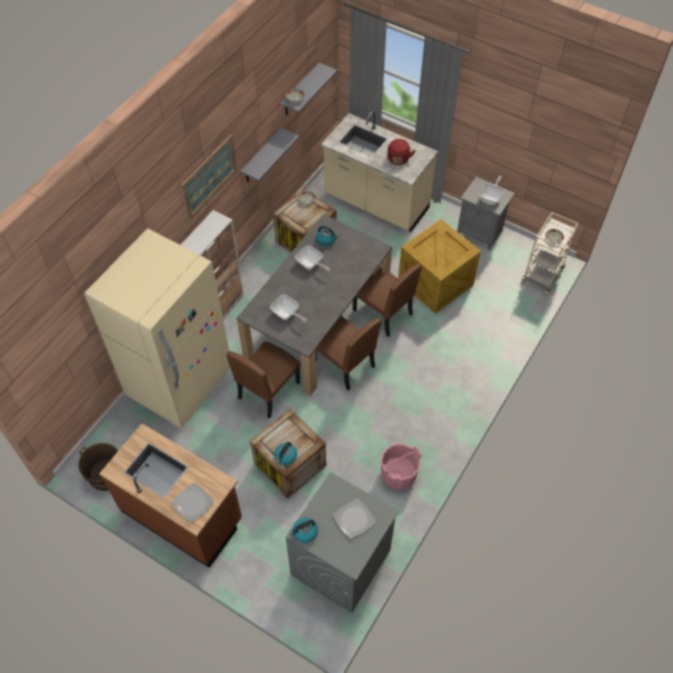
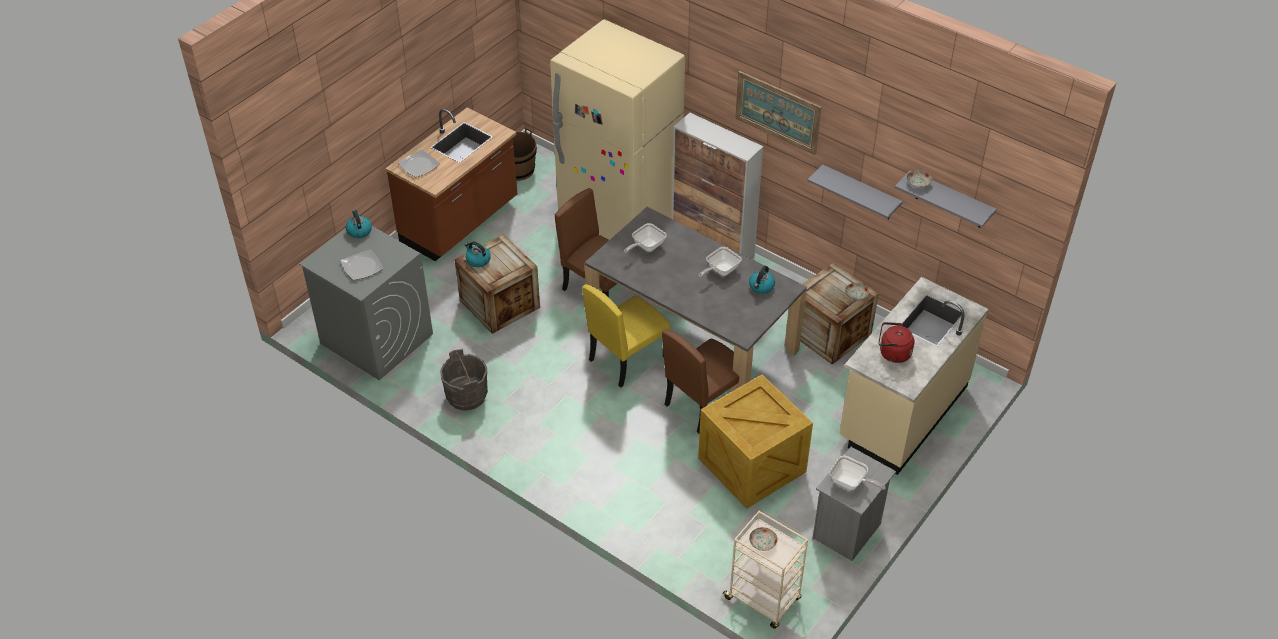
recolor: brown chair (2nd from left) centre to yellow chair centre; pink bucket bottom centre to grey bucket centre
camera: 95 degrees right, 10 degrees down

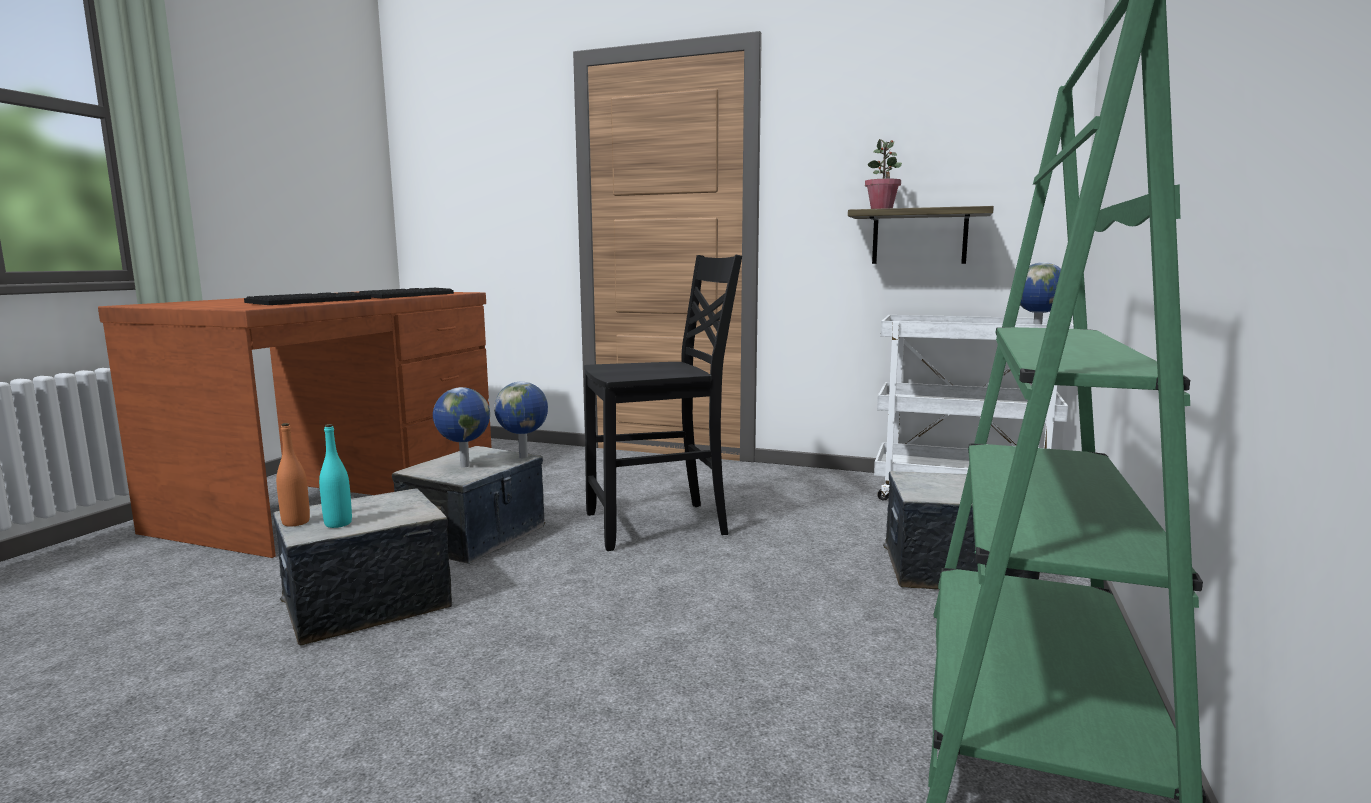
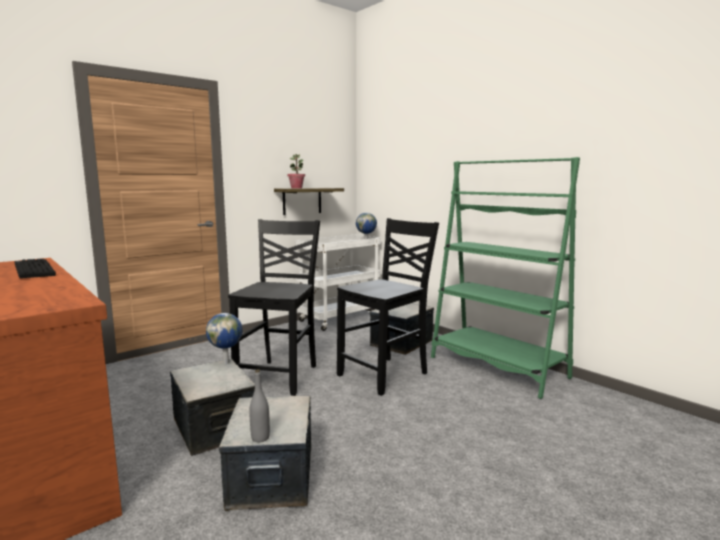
delete: keyboard (1st from left) middle left; turquoise bottle middle left; globe (1st from left) centre
insert: black chair (2nd from left) centre
recolor: orange bottle middle left to grey bottle bottom centre
camera: 60 degrees left, 0 degrees up

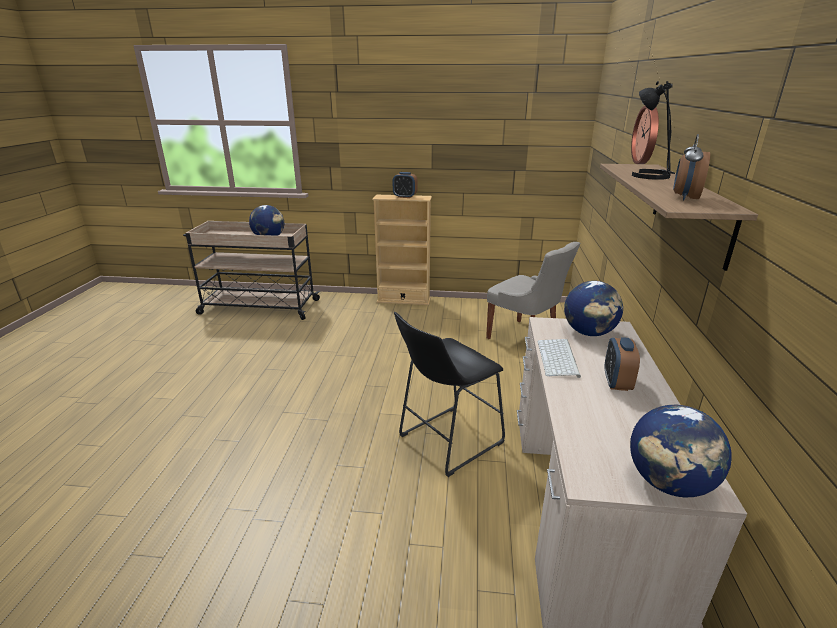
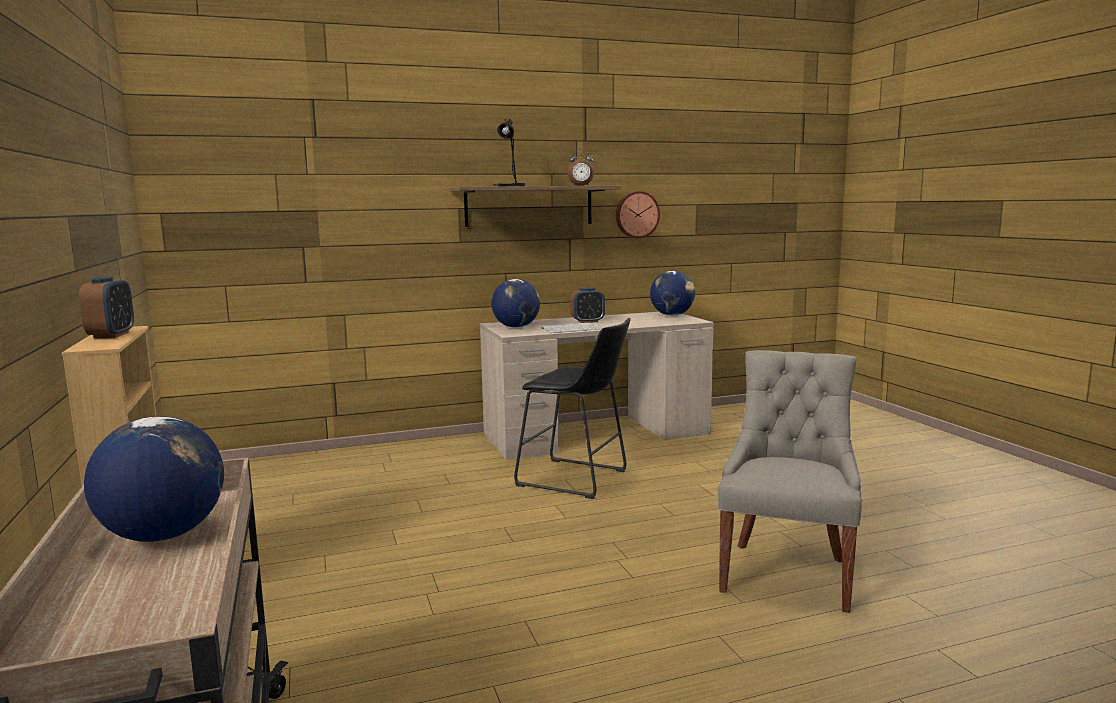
move: grey chair centre to bottom right; wall clock top right to top centre
camera: 115 degrees left, 15 degrees down

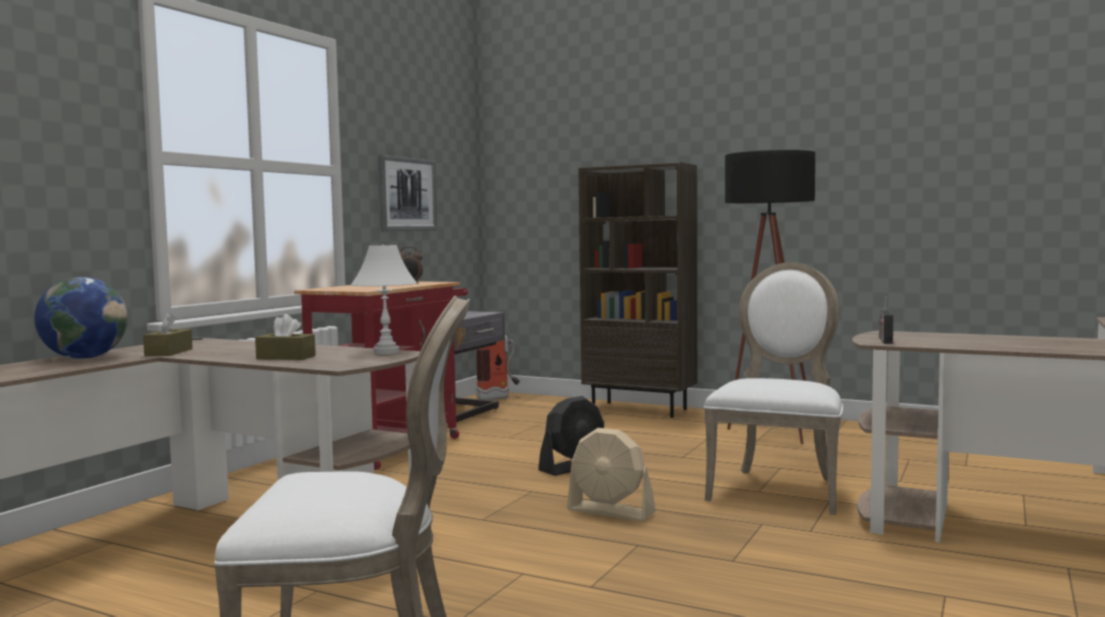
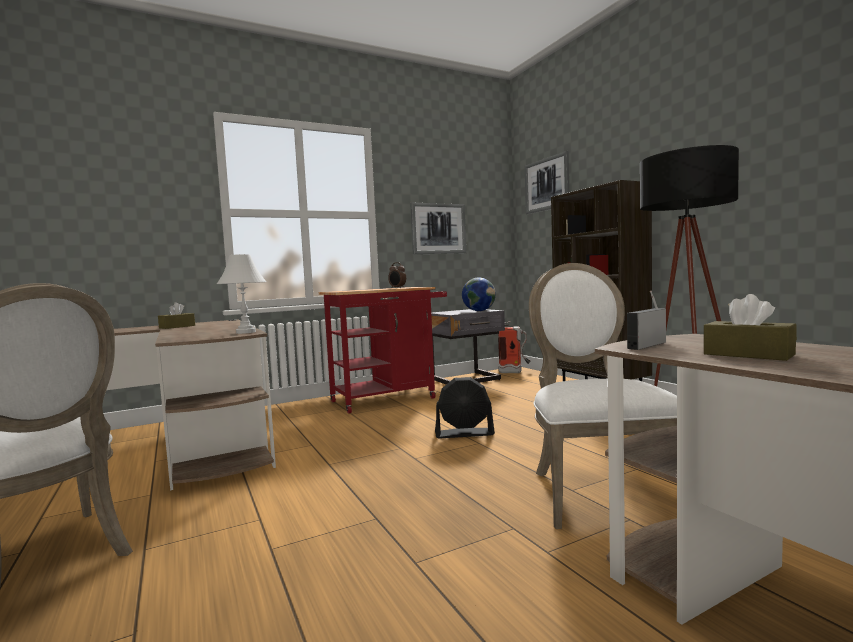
delete: beige fan bottom centre
insert: picture (2nd from left) top centre
move: globe middle left to centre; brown tissue box (2nd from left) middle left to middle right
rotate: white chair (2nd from left) middle right = middle right 60 degrees counterclockwise
camera: 35 degrees right, 0 degrees up

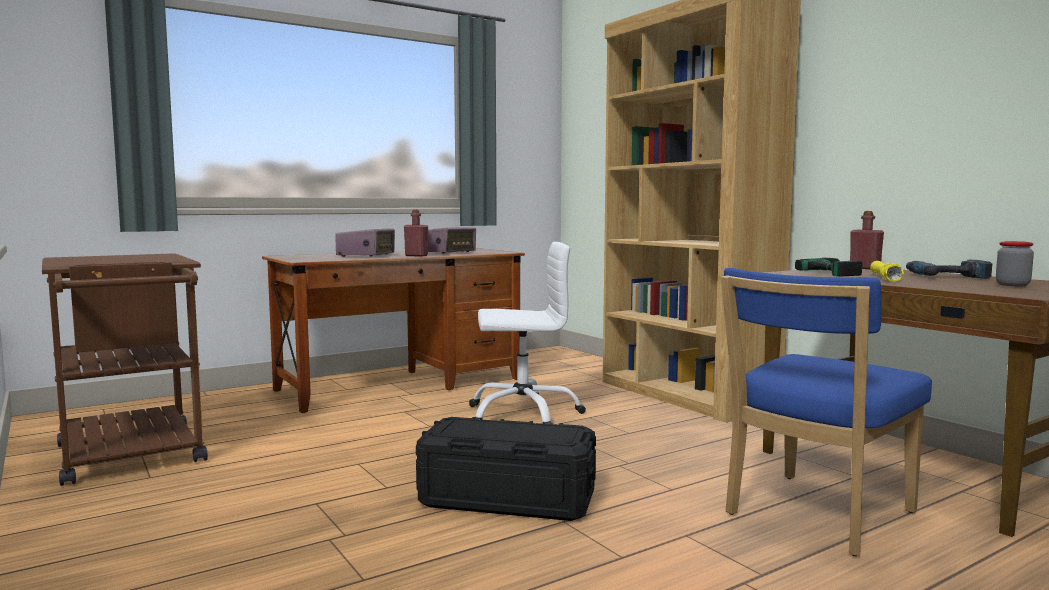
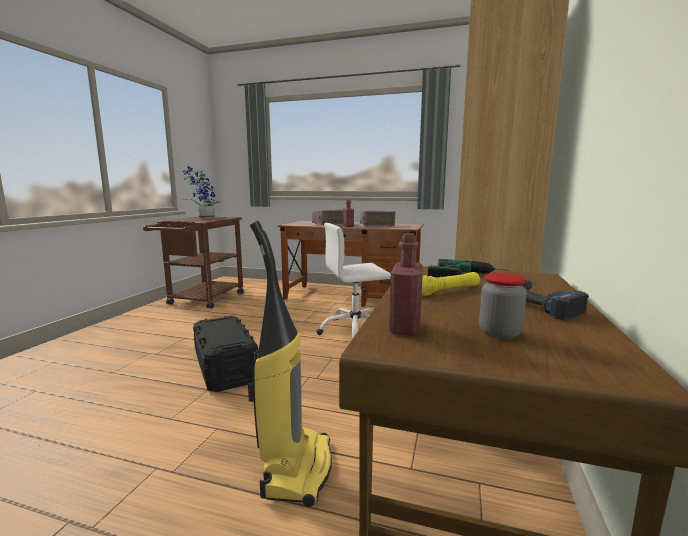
insert: potted plant middle left
move: red bottle (2nd from left) middle right to centre
replace: blue chair bottom right to vacuum cleaner bottom centre
rotate: white office chair centre = centre 120 degrees clockwise
camera: 50 degrees right, 5 degrees up

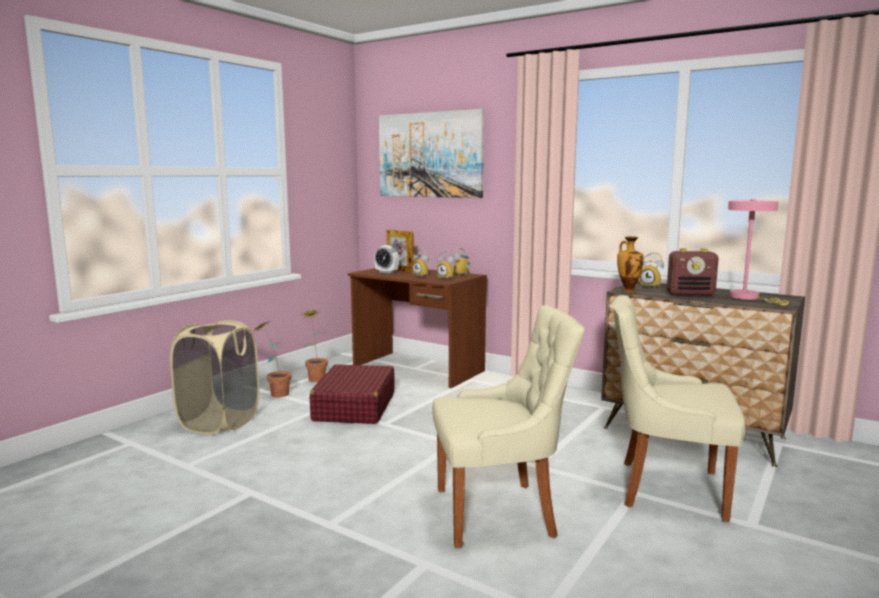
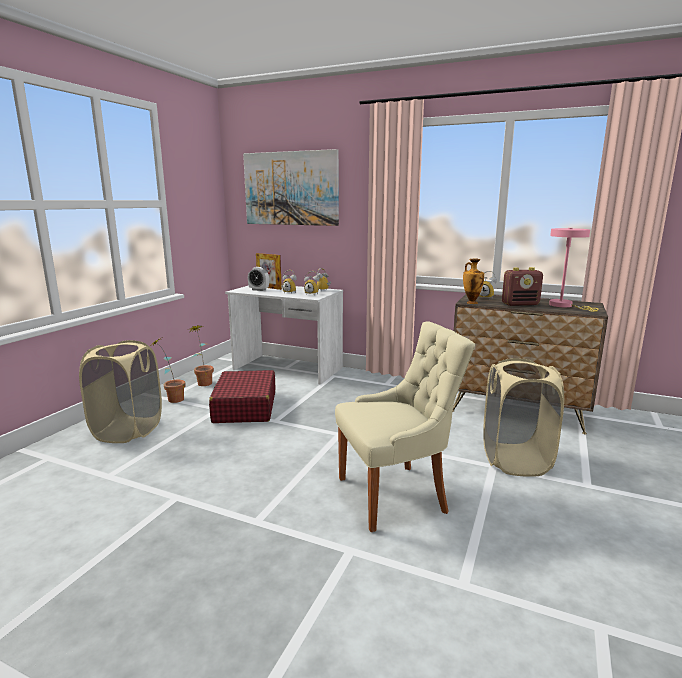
replace: beige chair (2nd from left) bottom right to beige laundry basket (2nd from left) middle right
recolor: brown desk centre to white desk centre
camera: 10 degrees left, 5 degrees up

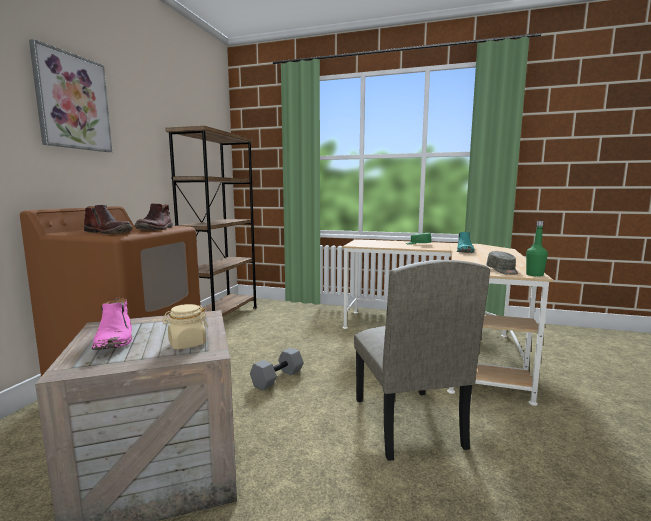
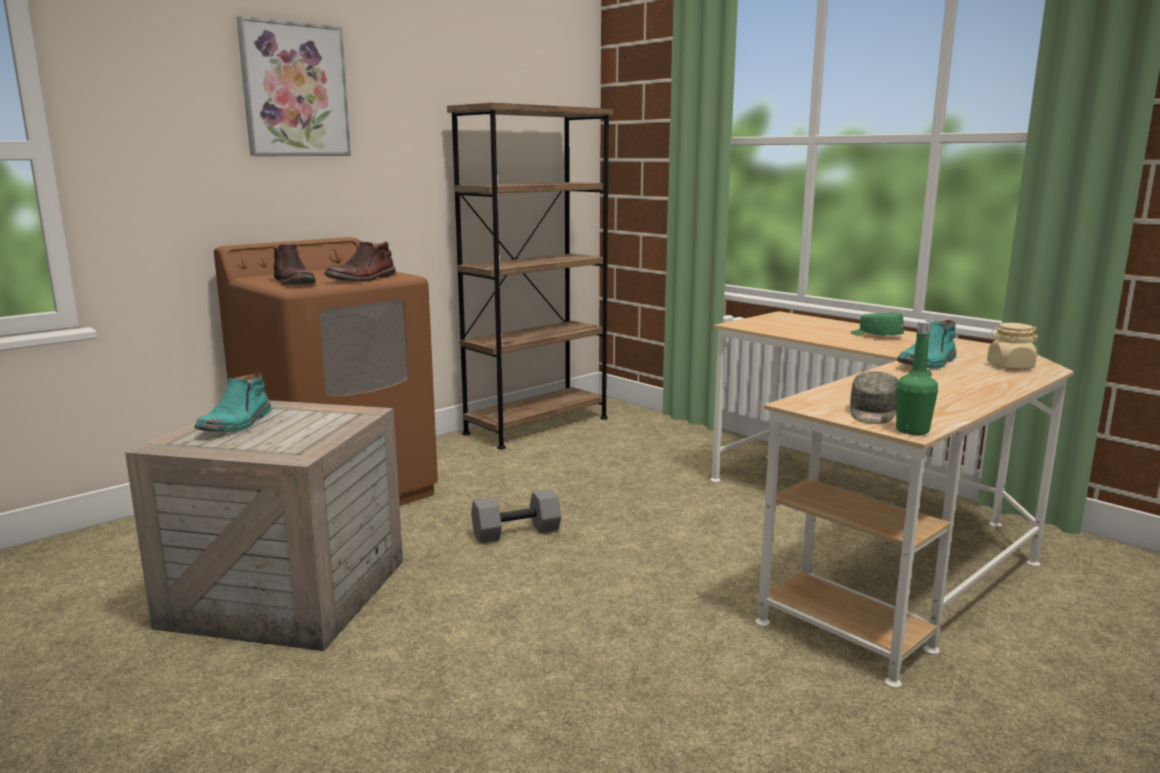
delete: beige chair bottom centre
move: beige jar middle left to middle right
recolor: pink boot middle left to turquoise boot (1st from left) middle left
camera: 30 degrees right, 5 degrees up

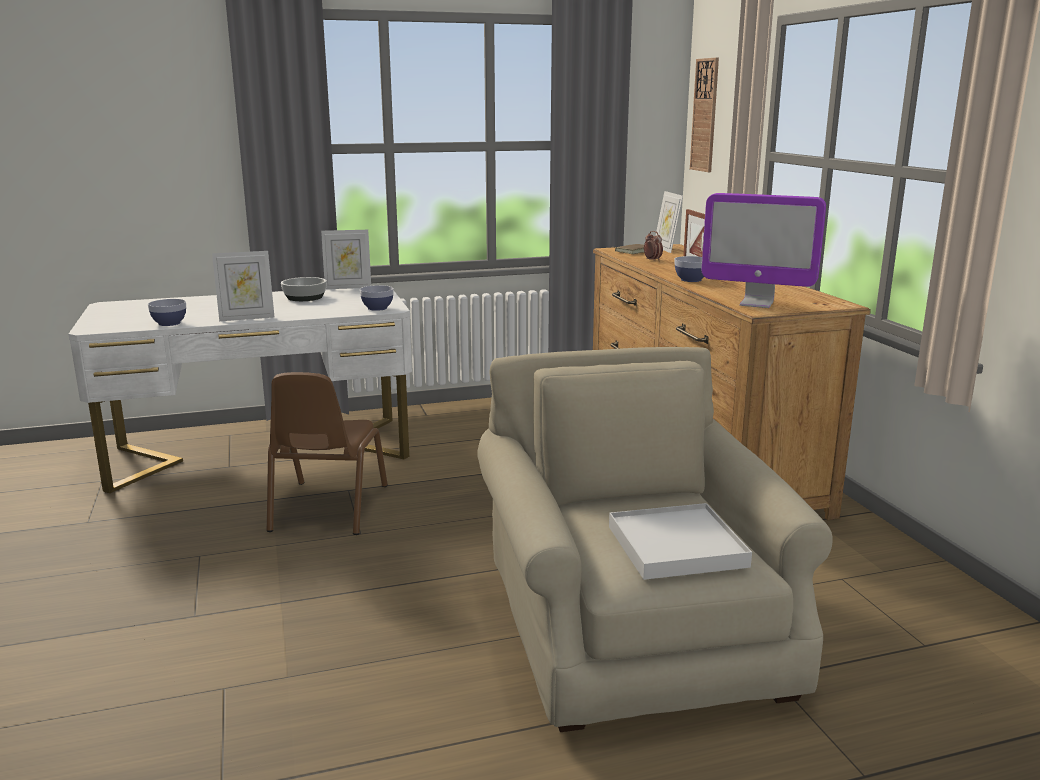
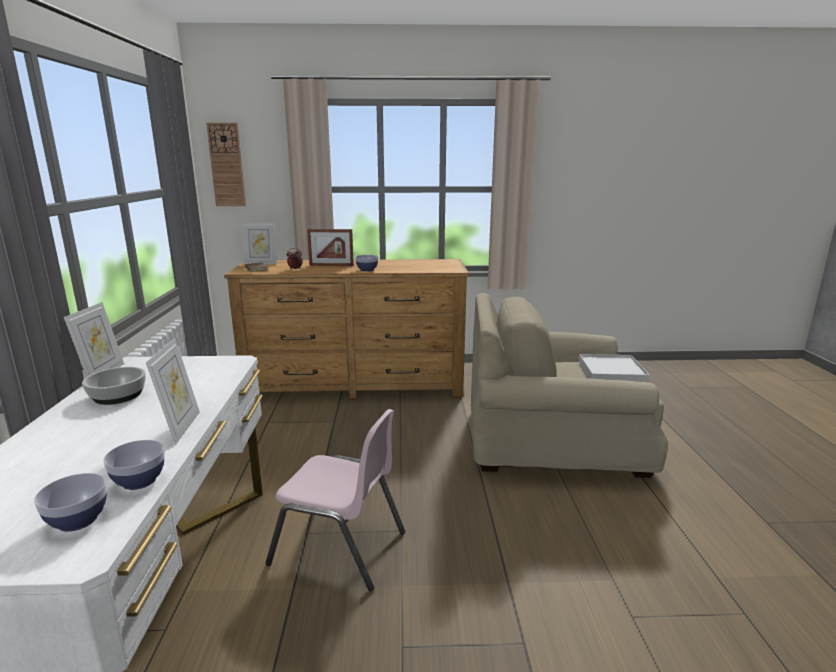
delete: monitor top right
move: bowl (3rd from left in the first image) centre to bowl (1st from left) bottom left
recolor: brown chair middle left to pink chair bottom centre
camera: 75 degrees left, 0 degrees up

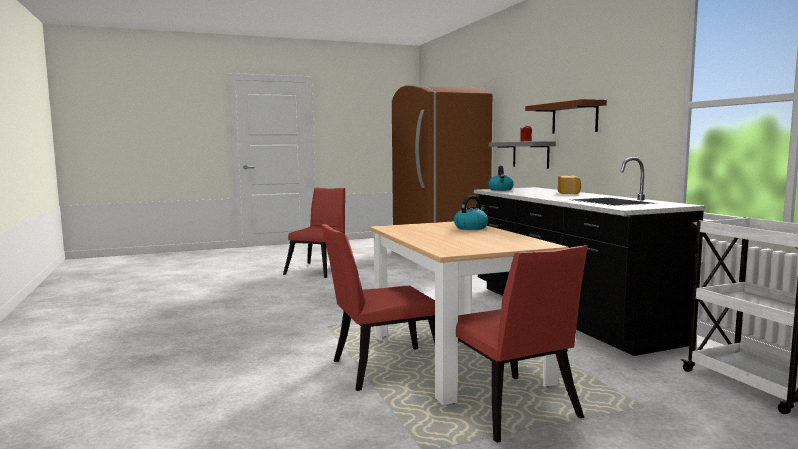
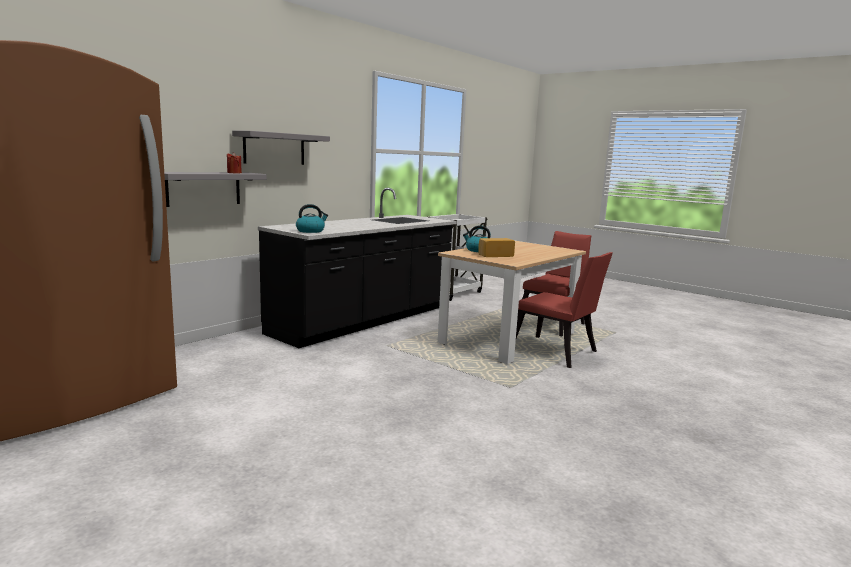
delete: red chair (1st from left) centre
move: bread middle right to centre
recolor: brown shelf top right to grey shelf (2nd from left) top left
camera: 120 degrees left, 5 degrees up

